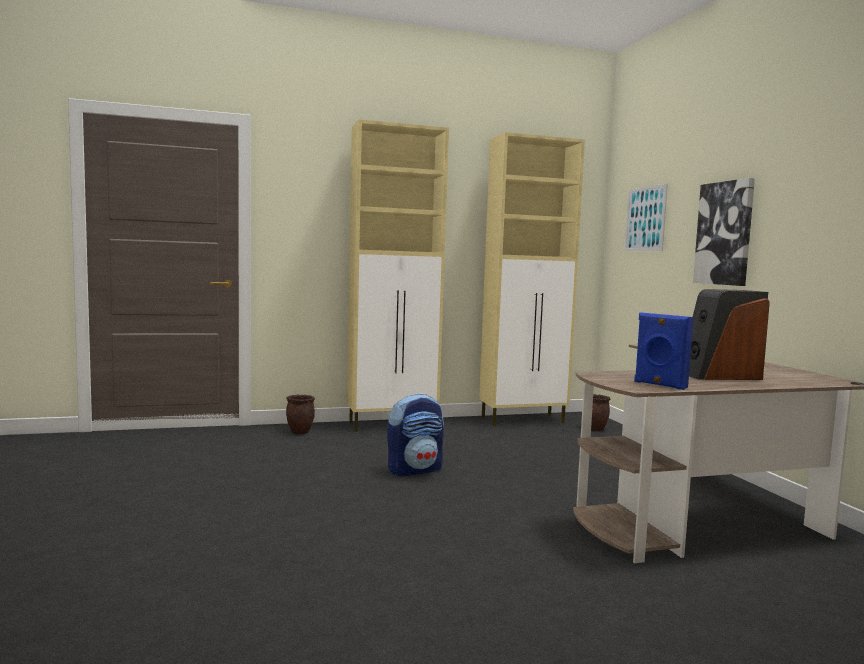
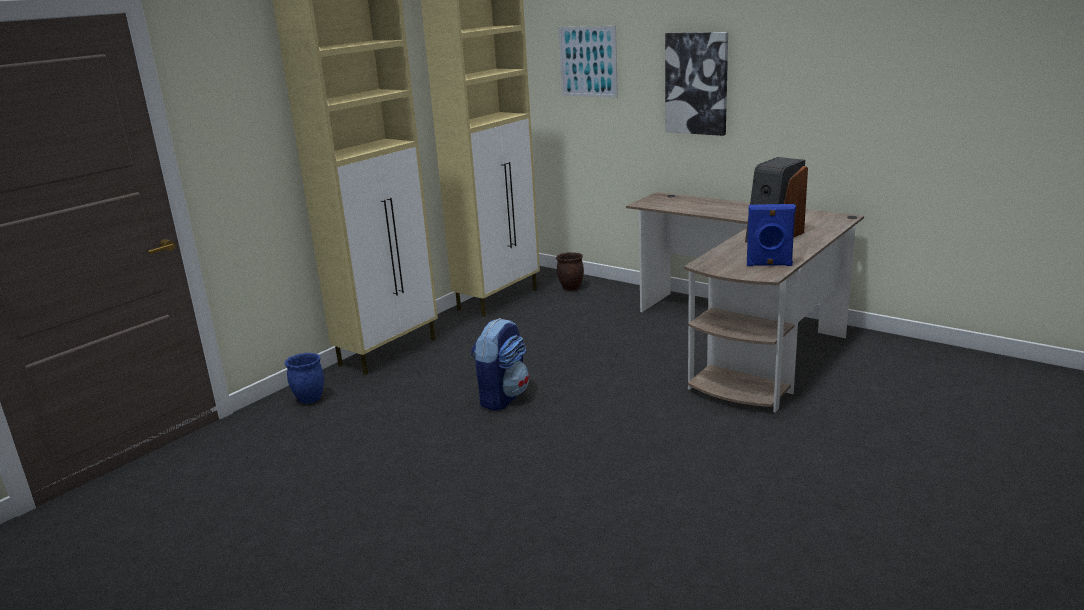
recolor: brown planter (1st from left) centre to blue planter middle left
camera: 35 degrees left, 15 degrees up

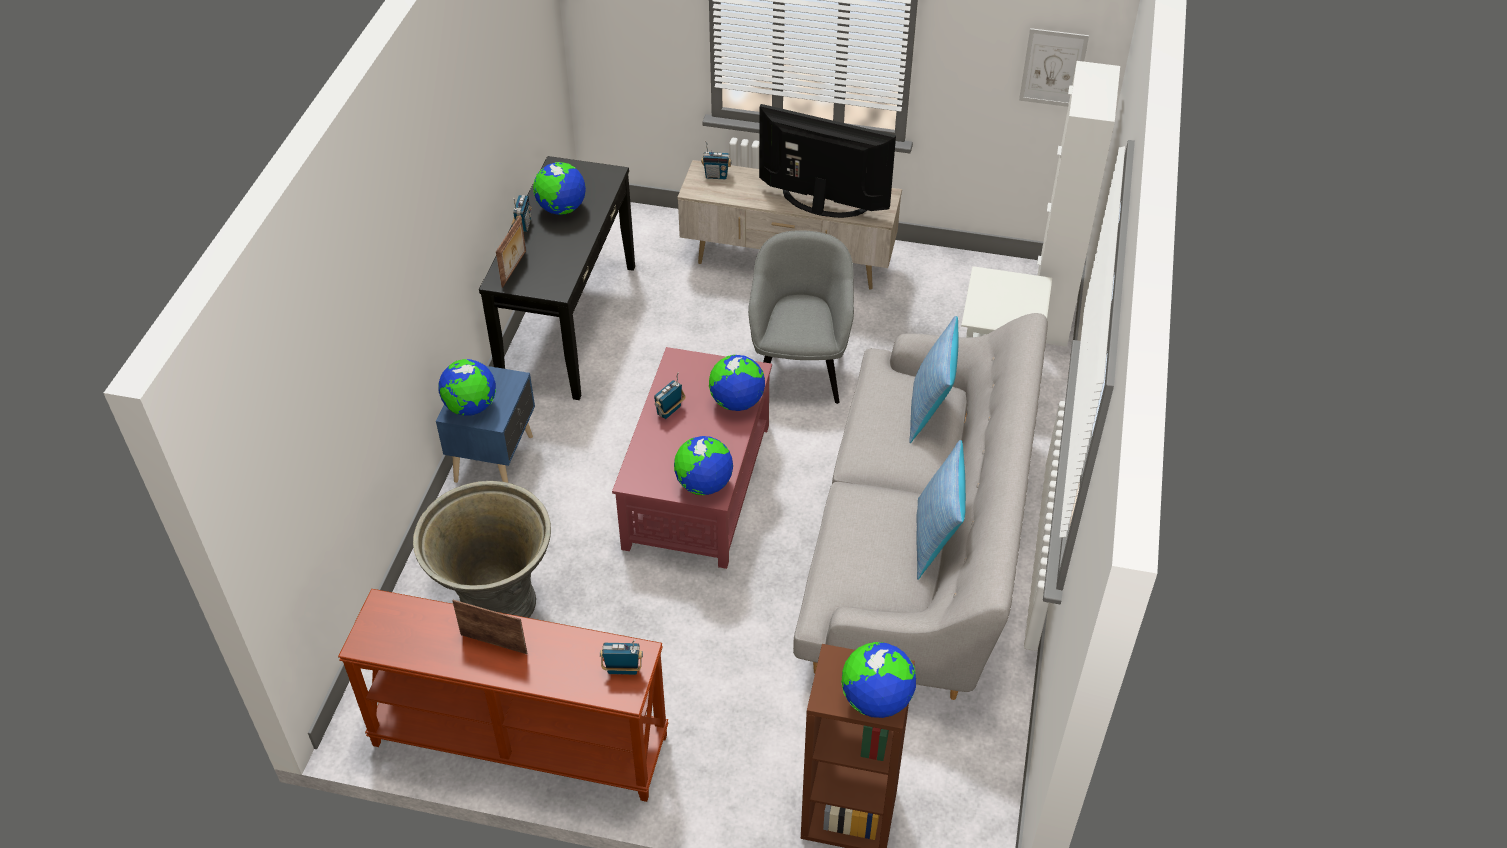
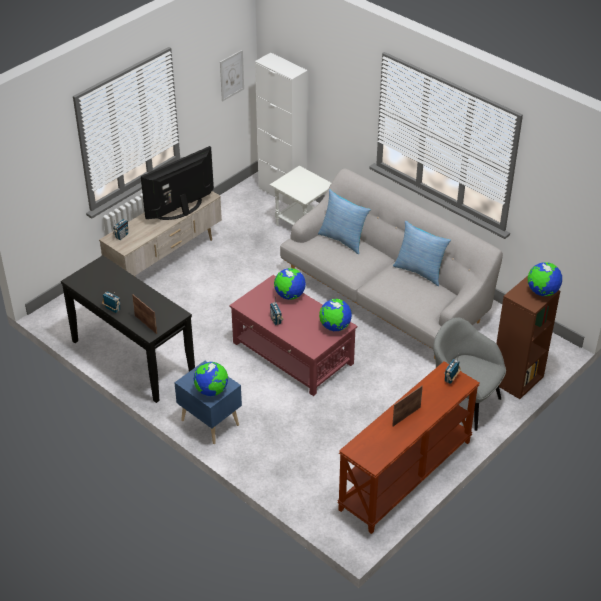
delete: grey planter middle left; globe (2nd from left) top centre
move: grey armchair centre to middle right
camera: 60 degrees left, 5 degrees down

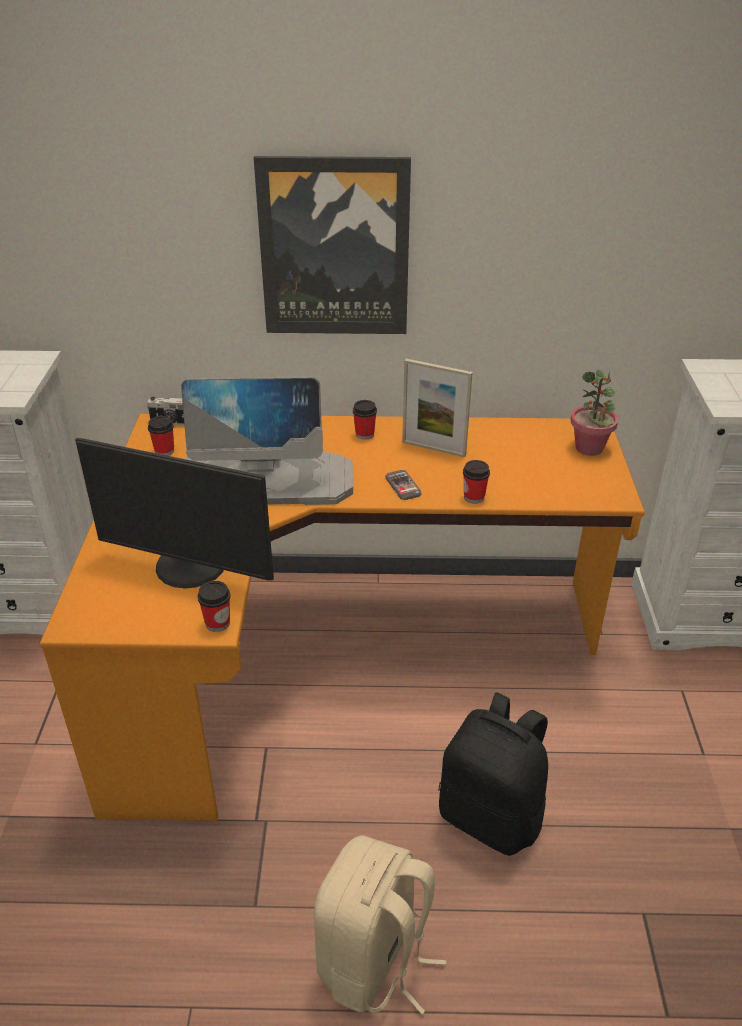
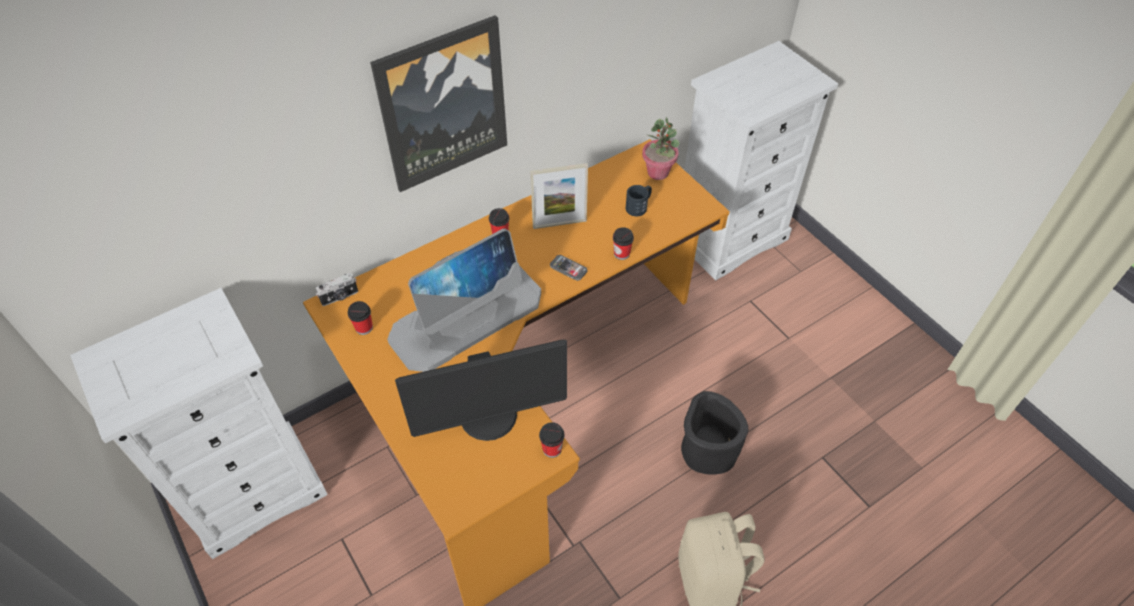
insert: black mug top centre
replace: black backpack bottom centre to black planter bottom centre
camera: 35 degrees left, 15 degrees up

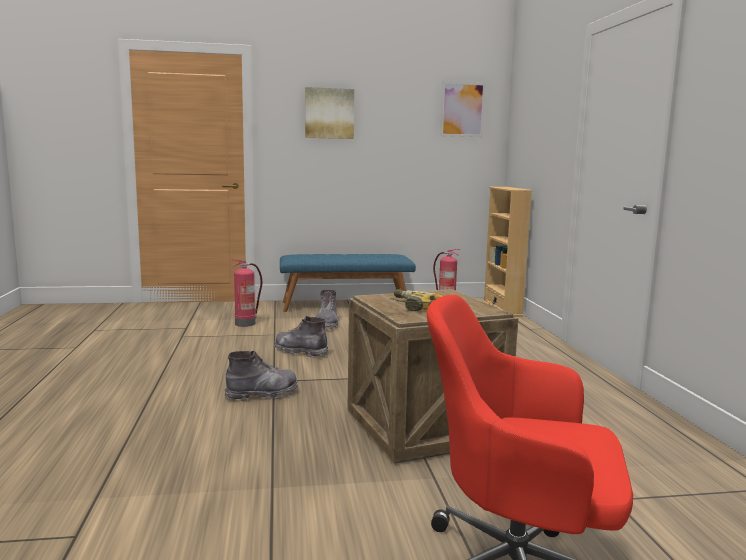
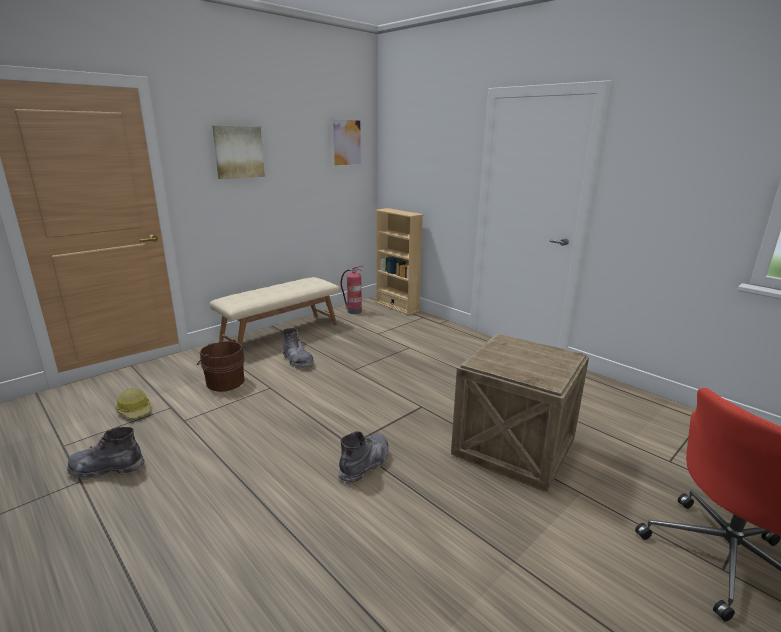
delete: power drill centre
insert: hard hat middle left
move: grey boot (2nd from left in the first image) centre to grey boot (1st from left) bottom left
replace: fire extinguisher (1st from left) middle left to brown bucket middle left
recolor: blue bench centre to beige bench centre
camera: 35 degrees left, 10 degrees up

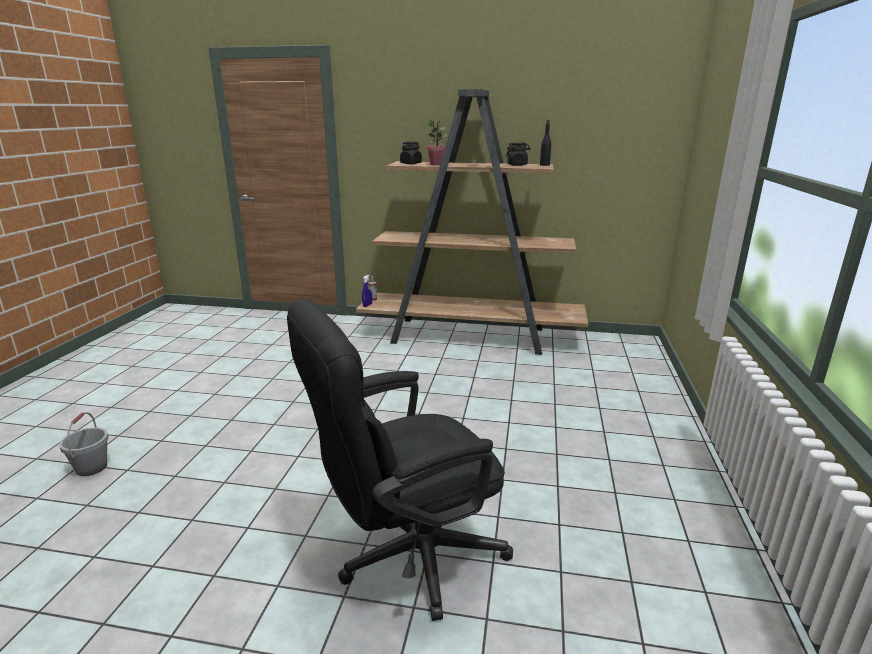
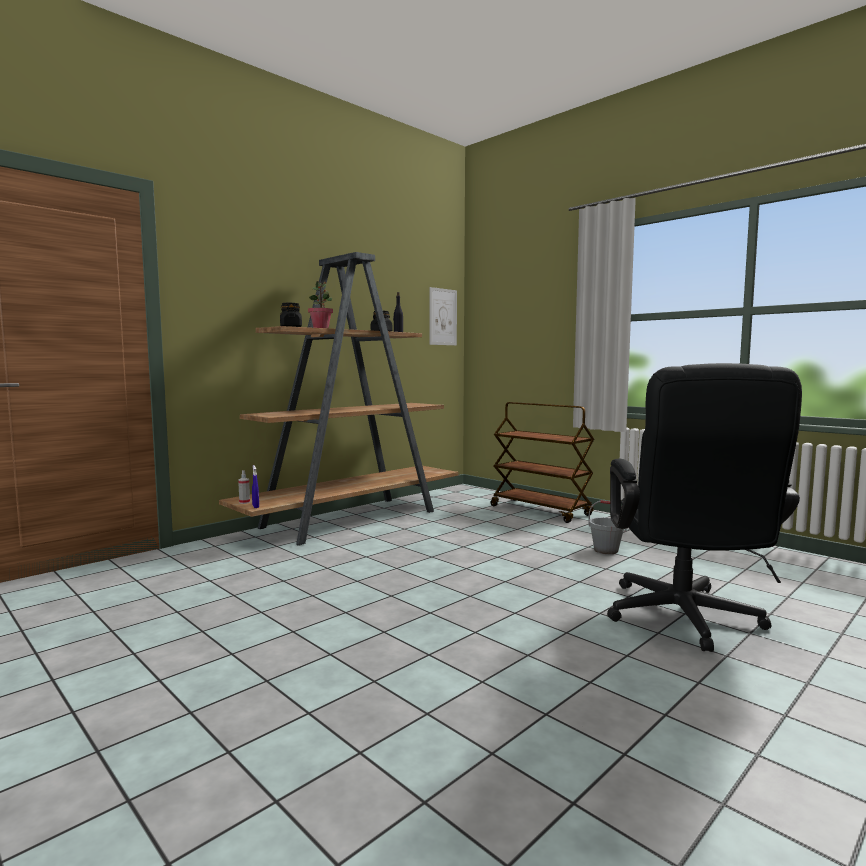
insert: picture centre; brown cart centre
move: grey bucket bottom left to middle right
camera: 55 degrees left, 15 degrees down

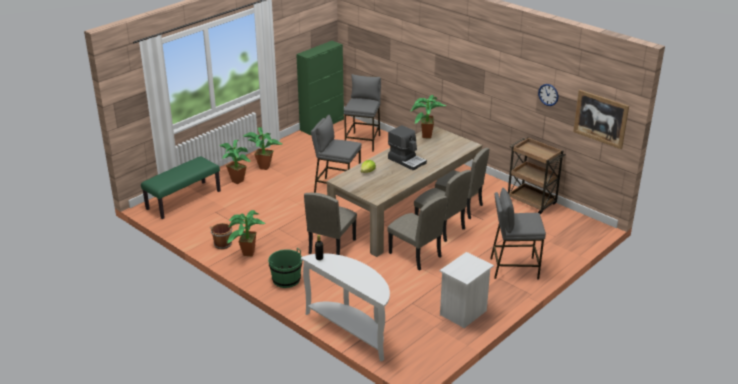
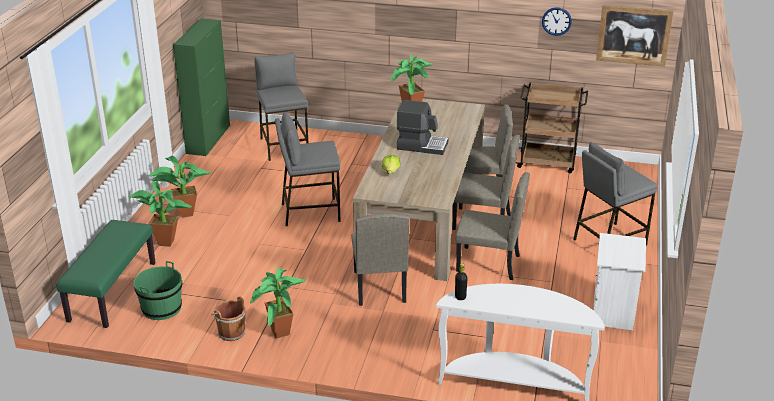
move: green bucket bottom centre to bottom left
camera: 30 degrees left, 0 degrees up

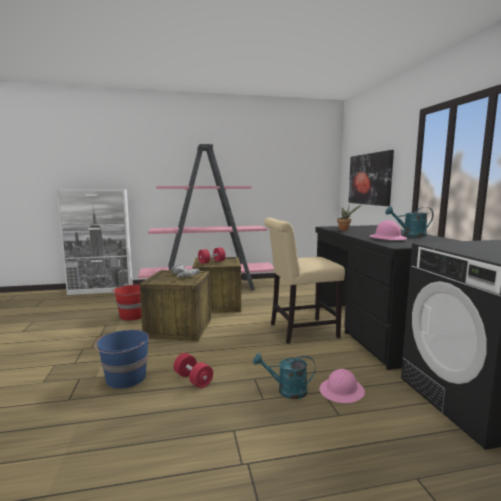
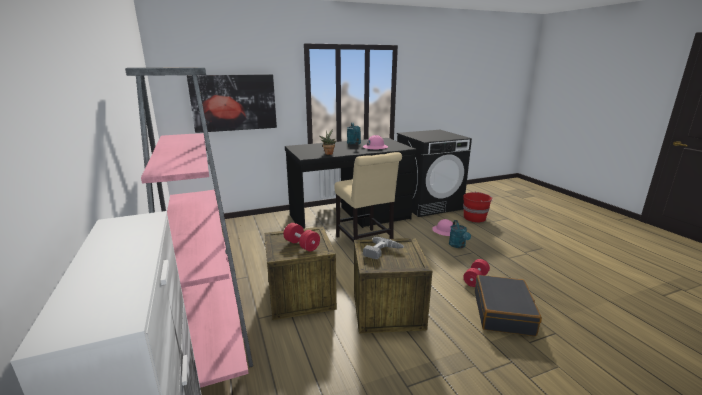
move: red bucket middle left to middle right
replace: blue bucket bottom left to black suitcase bottom right
camera: 100 degrees left, 10 degrees up

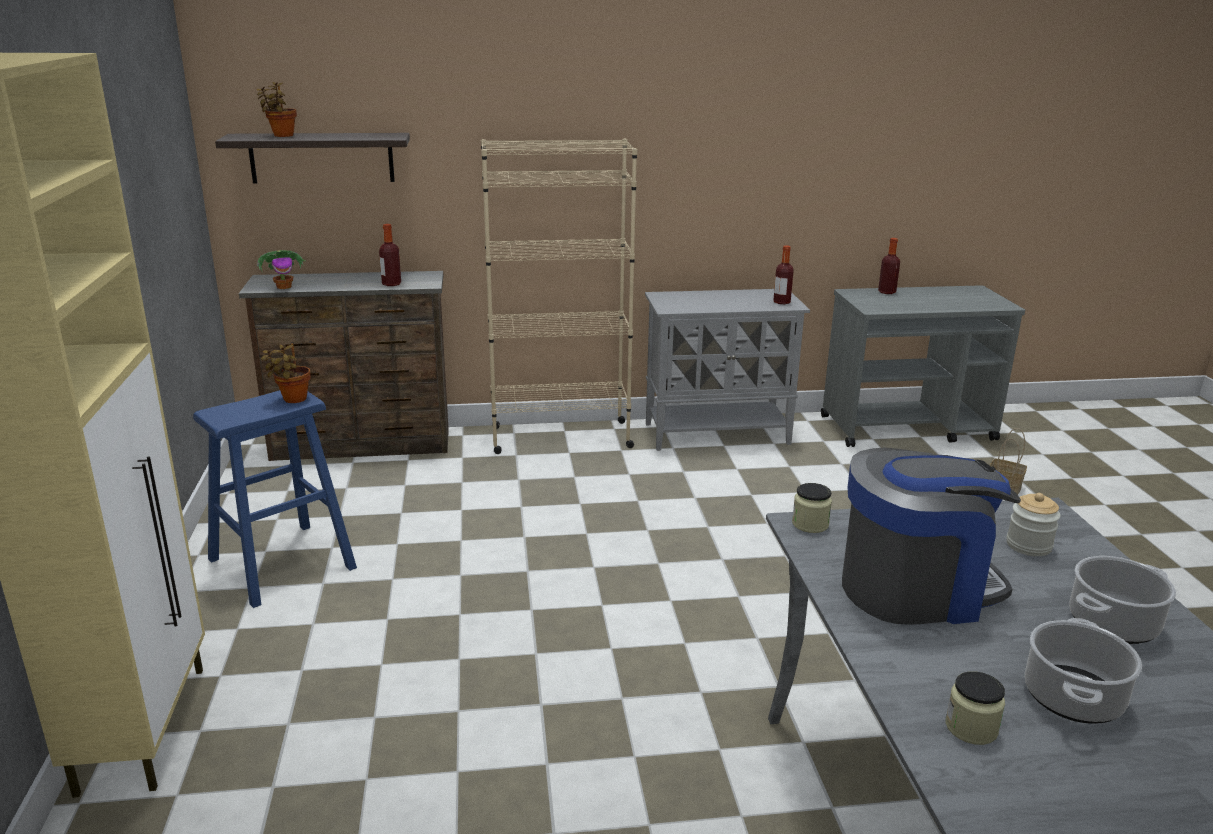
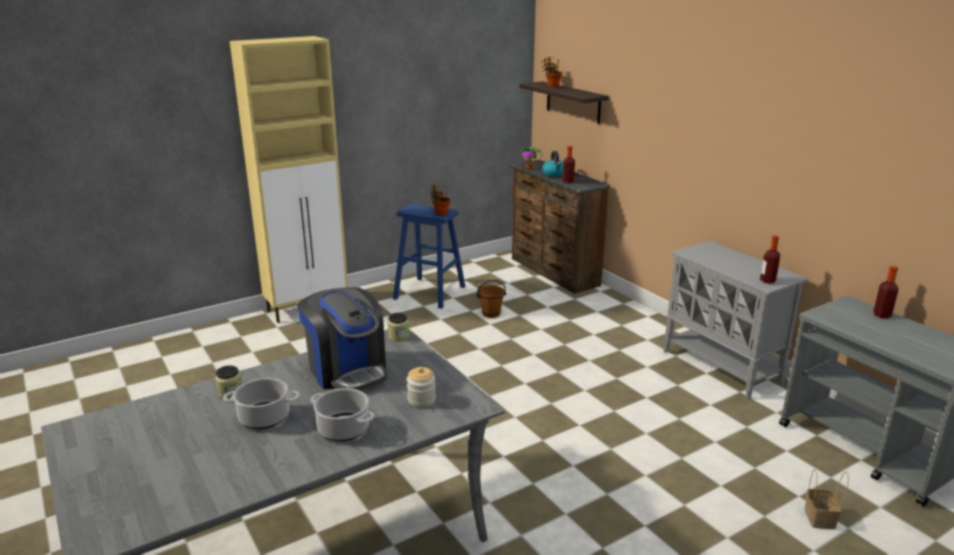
delete: beige bookcase centre
insert: brown bucket centre; kettle top centre
camera: 65 degrees right, 0 degrees up

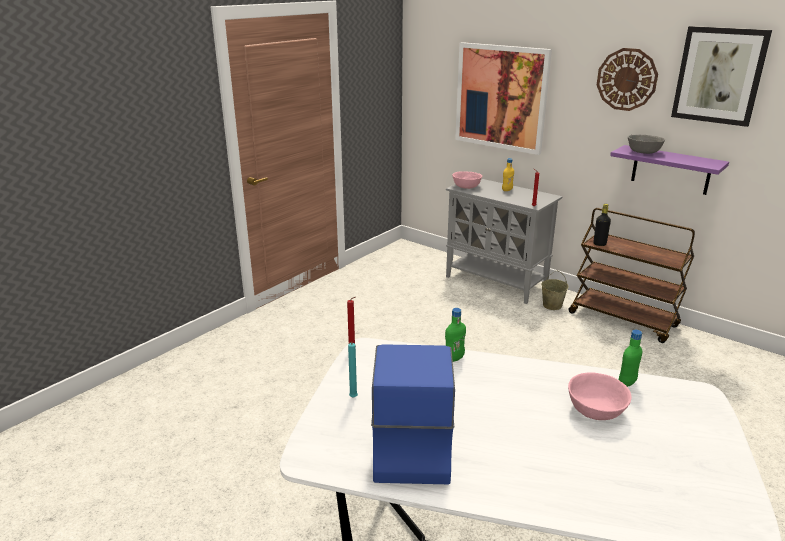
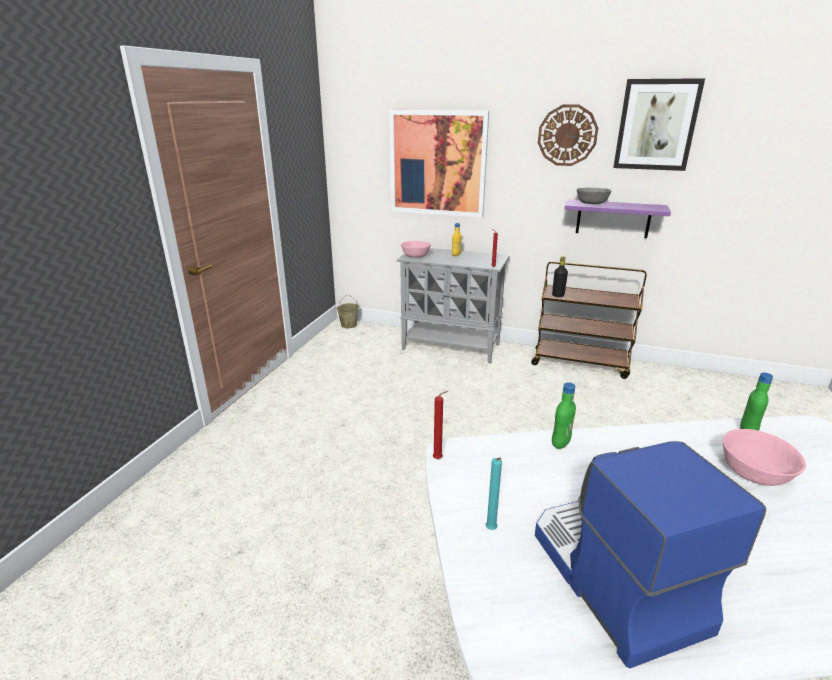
move: beige bucket middle right to centre
camera: 20 degrees left, 0 degrees up

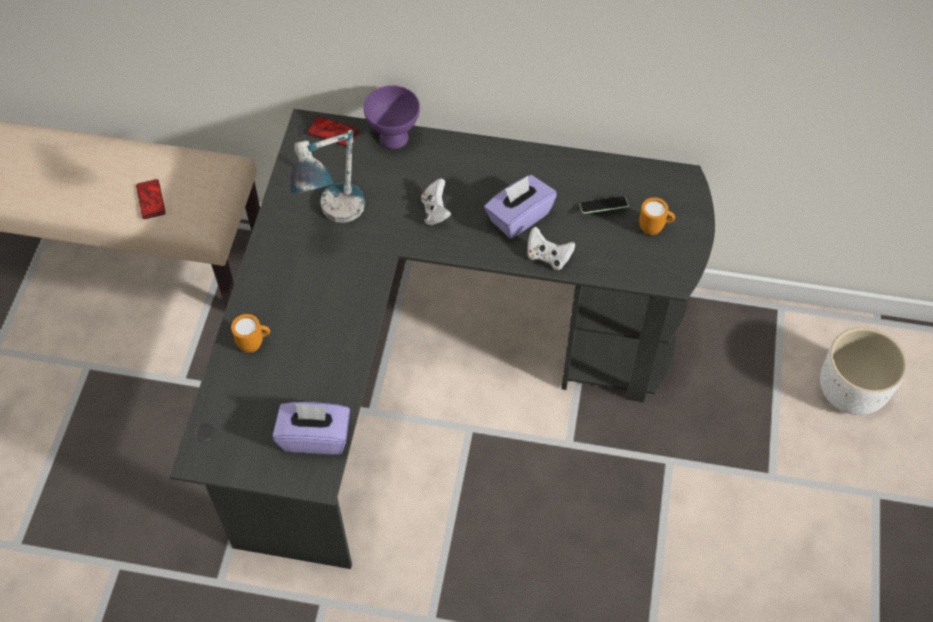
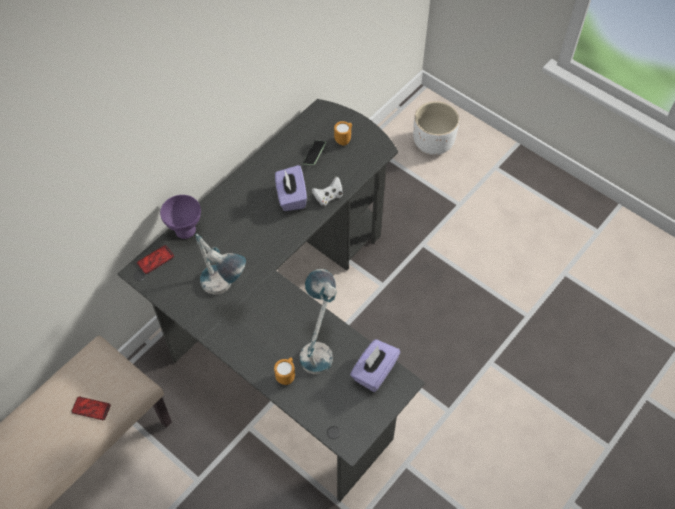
delete: white game controller (1st from left) top centre
insert: table lamp (2nd from left) centre
camera: 60 degrees left, 0 degrees up

